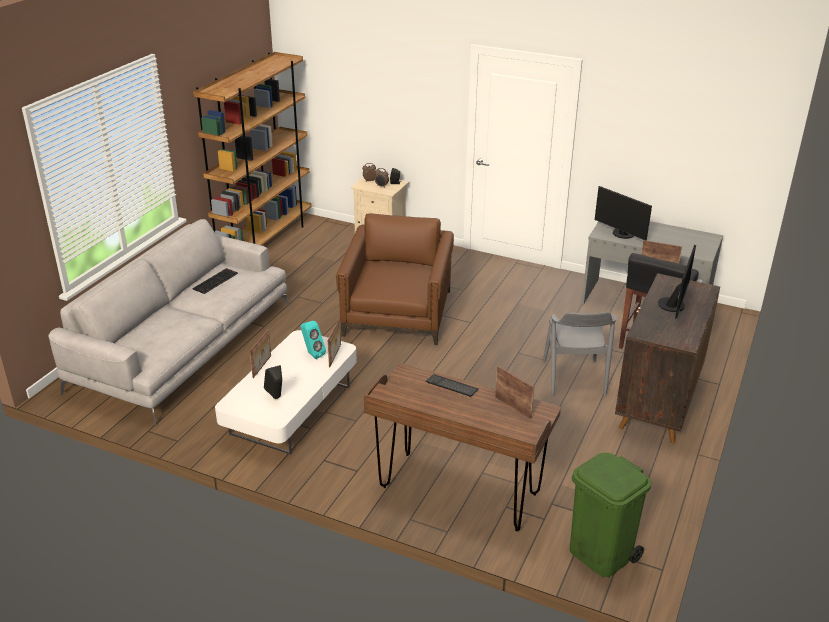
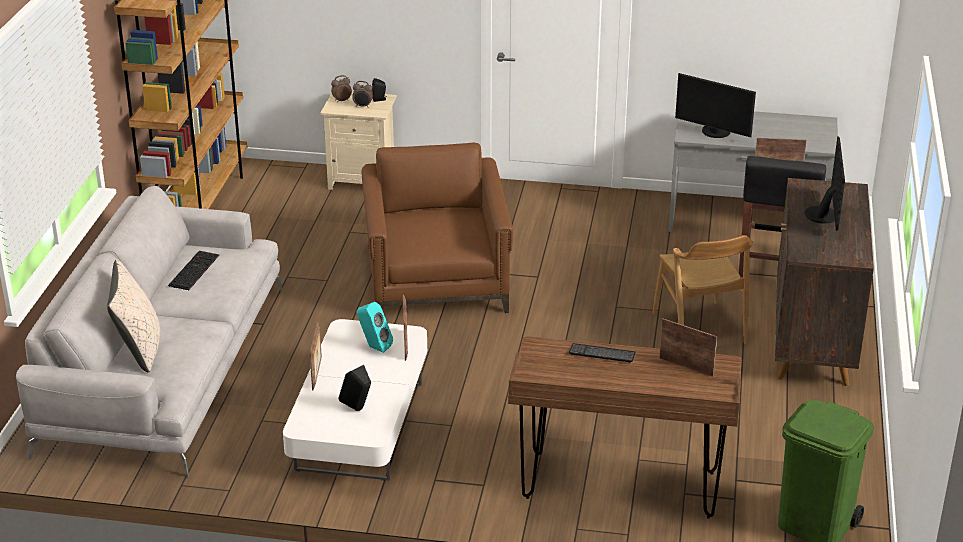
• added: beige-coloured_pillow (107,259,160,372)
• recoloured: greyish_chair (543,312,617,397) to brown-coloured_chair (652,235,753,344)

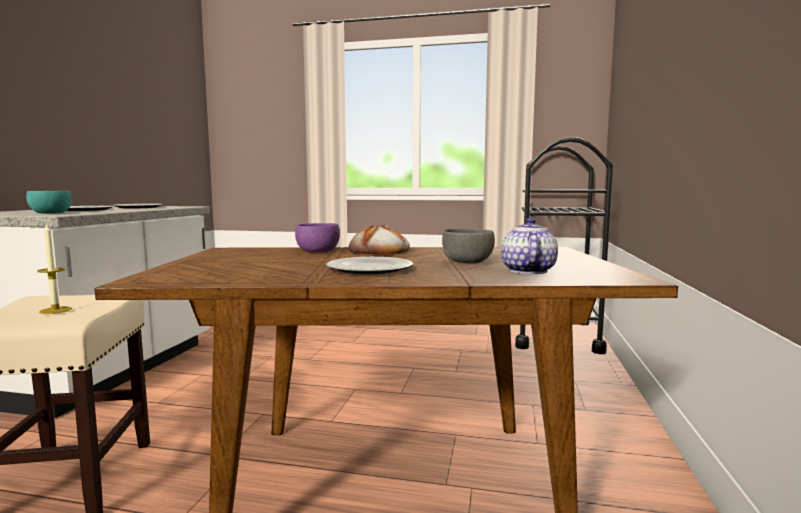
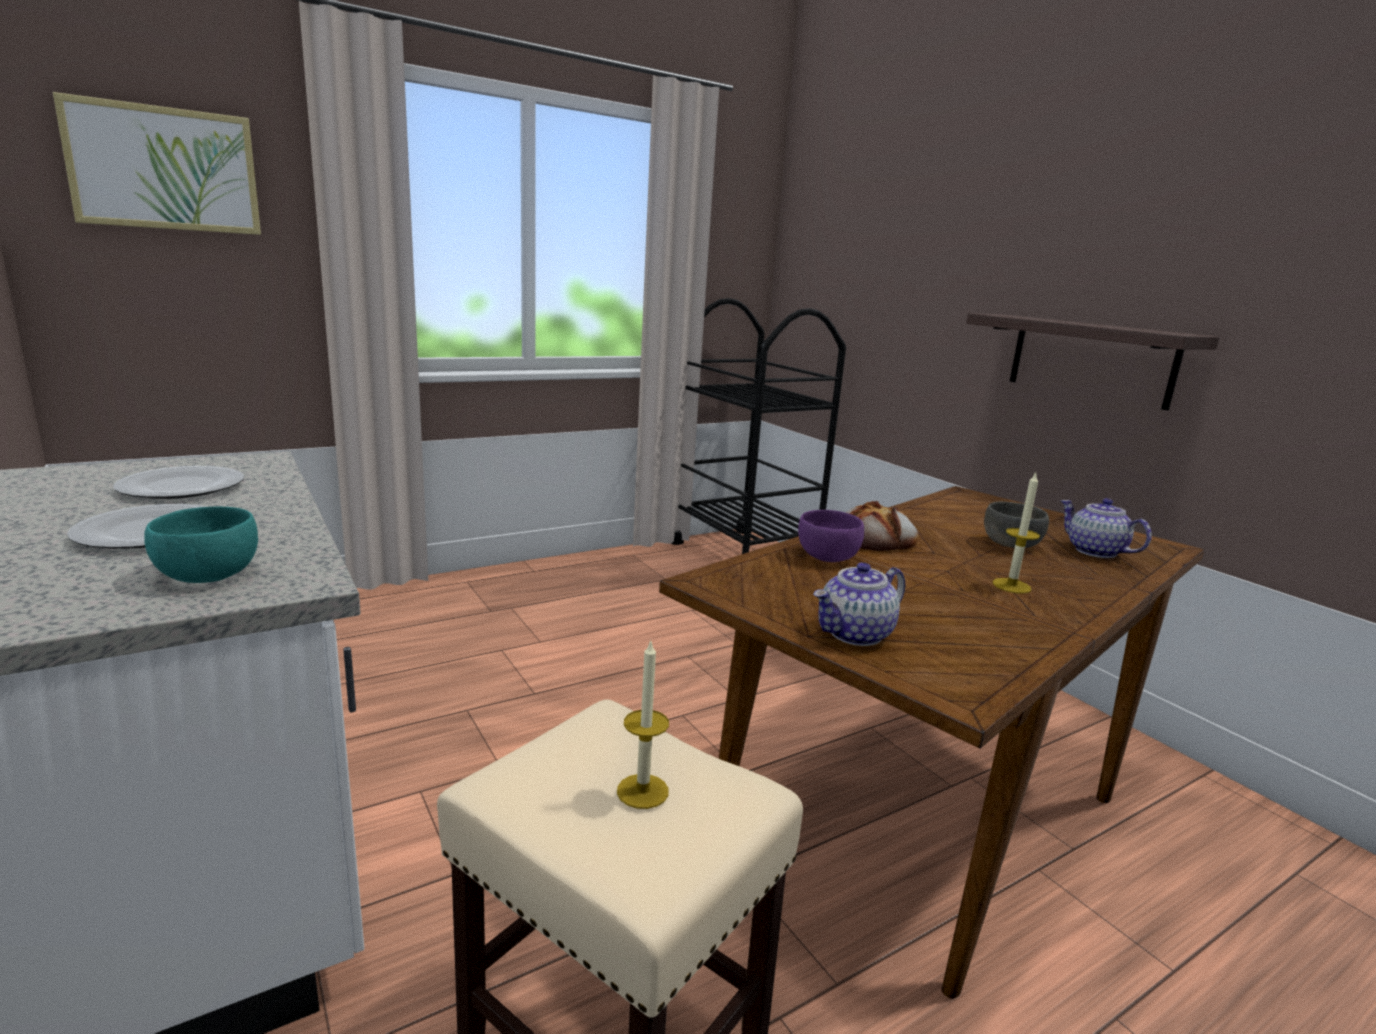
• added: wall_art (53,92,261,235)
• added: teapot (813,562,905,646)
• added: bracket_shelf (966,313,1219,410)
• replaced: plate (326,257,413,274) to candle (993,472,1040,594)

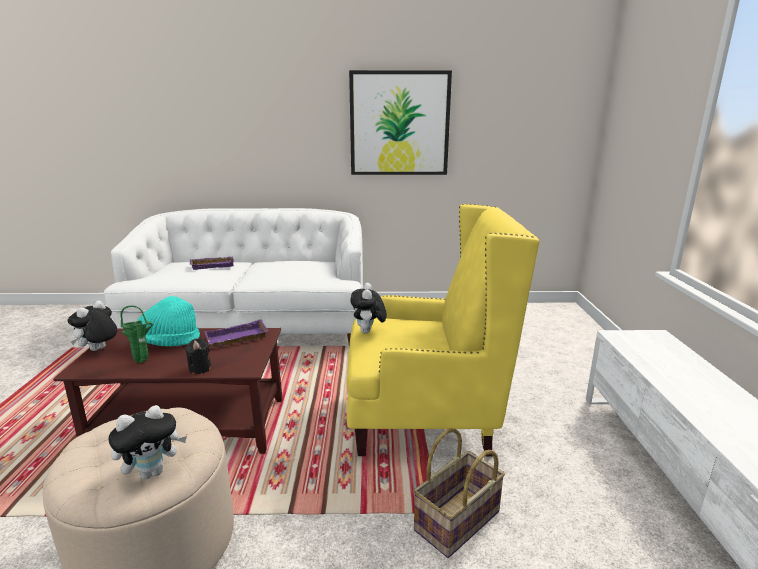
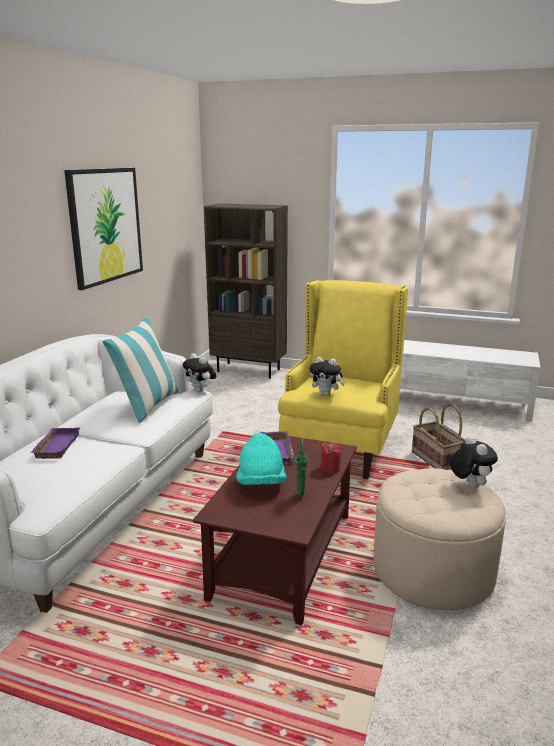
• added: pillow (103,317,179,423)
• added: brown-coloured_bookshelf (204,204,288,379)
• moved: plush_toy (68,300,117,351) to (183,353,217,392)
• recoloured: black-coloured_candle (185,338,211,374) to reddish_candle (321,442,341,473)

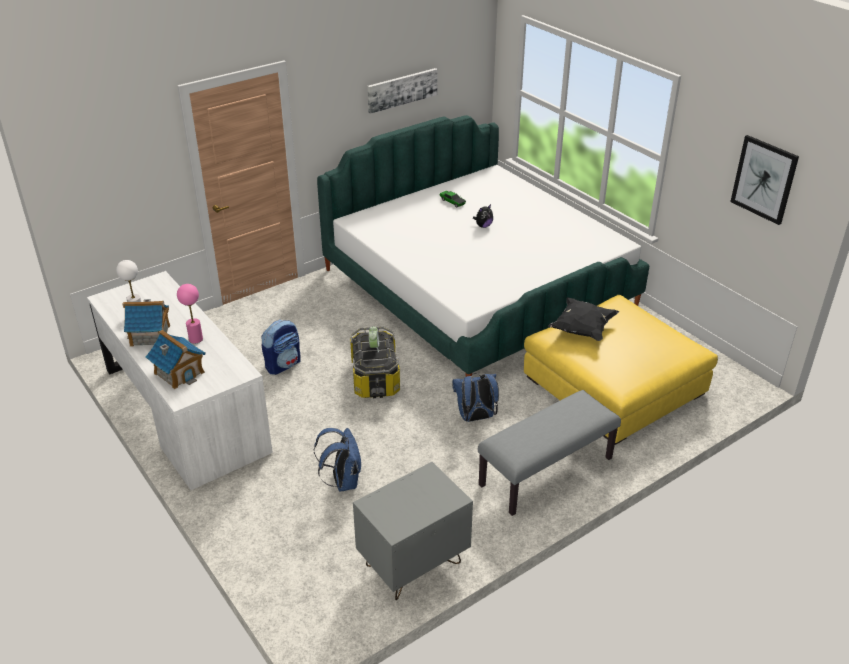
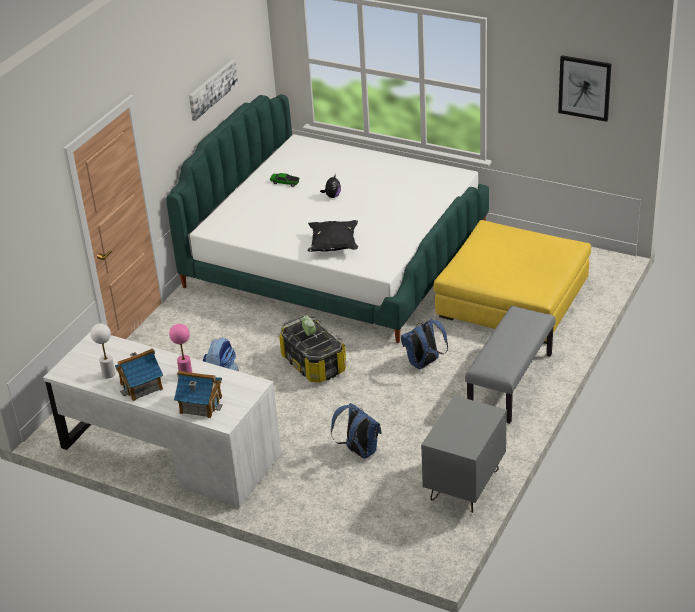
• moved: black-coloured_pillow (548,297,619,341) to (308,220,358,252)

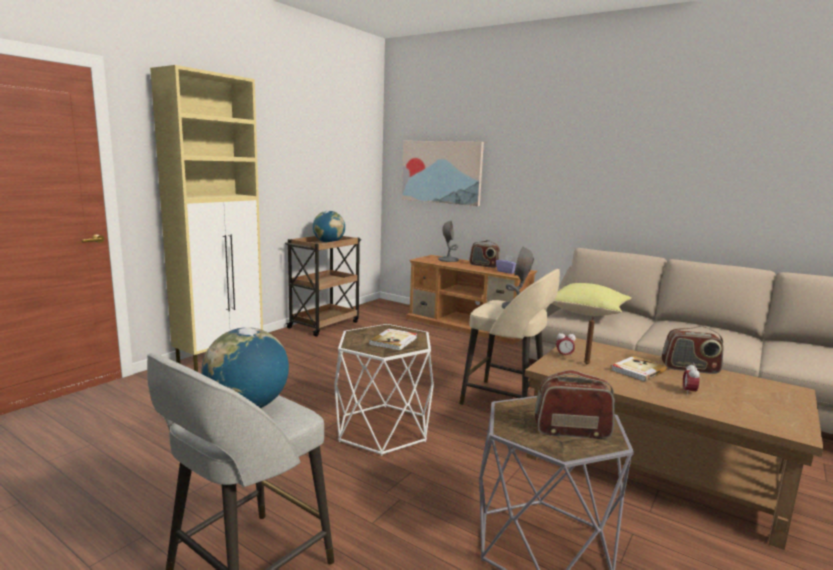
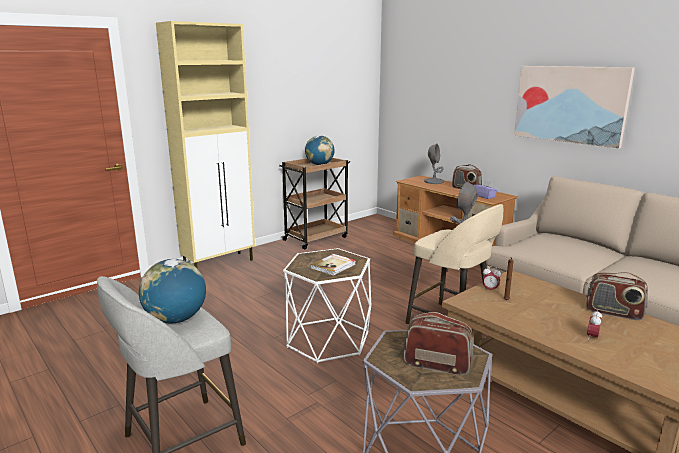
• removed: yellowish_pillow (551,283,632,316)
• removed: volume (611,356,667,382)
• moved: wall_art (402,141,484,206) to (514,66,635,149)

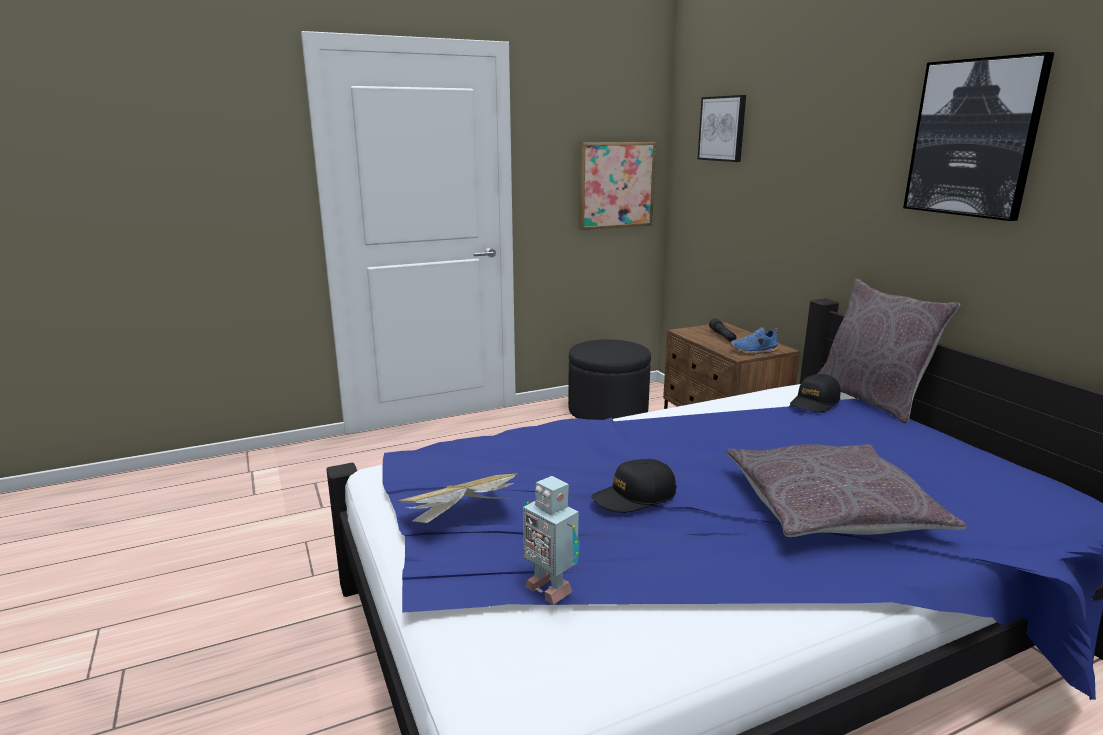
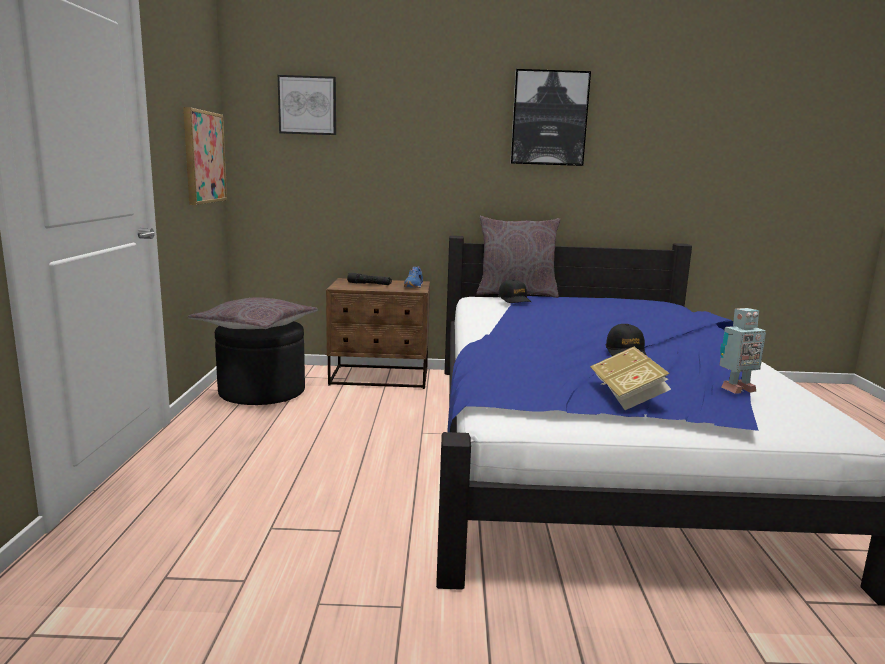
• moved: greyish_pillow (726,444,966,537) to (188,297,318,329)

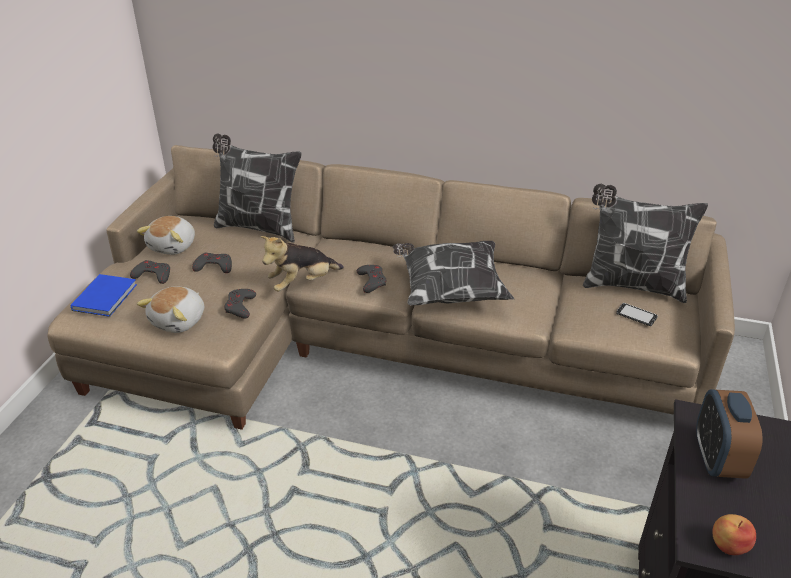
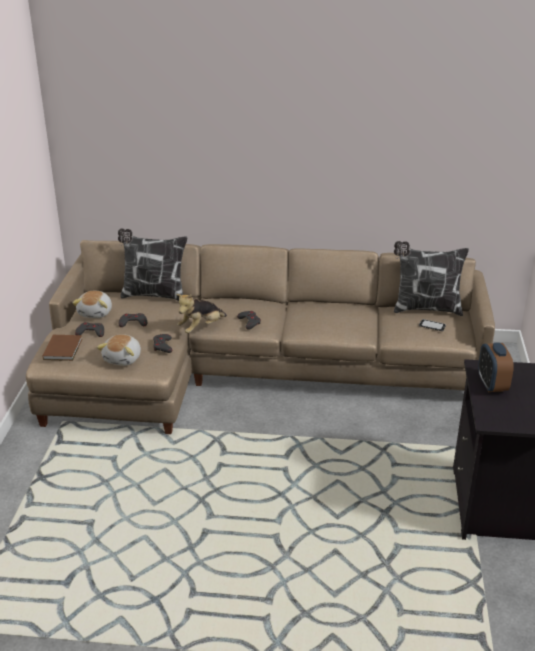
• removed: pillow (393,241,514,305)
• removed: whole_apple (712,514,756,555)
• recoloured: blue-coloured_volume (70,274,137,317) to brown-coloured_volume (42,335,82,361)

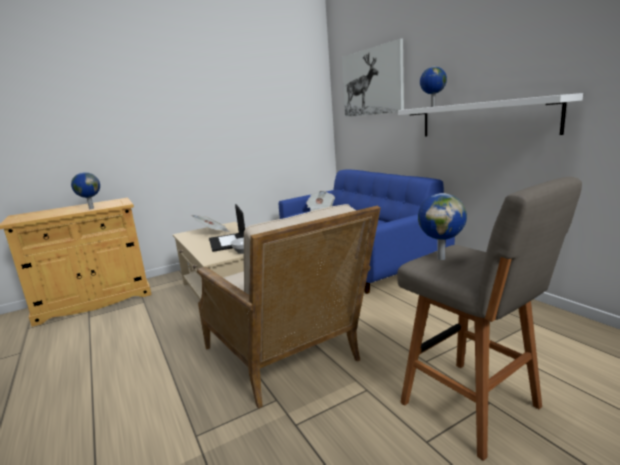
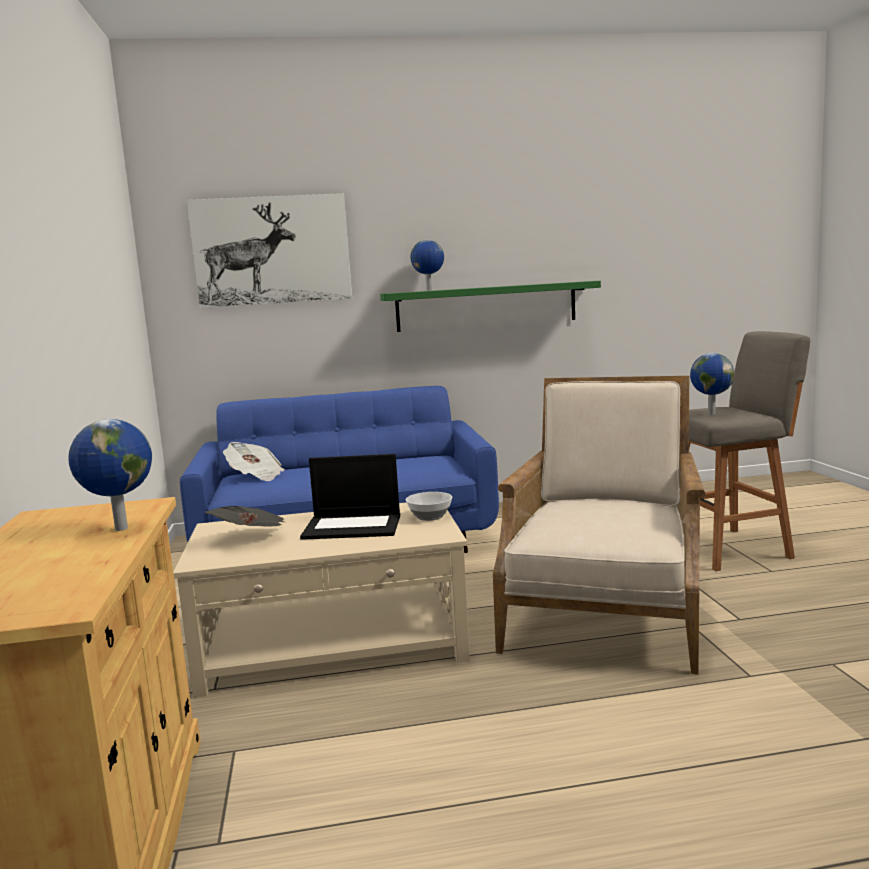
• recoloured: white_bracket_shelf (398,93,583,136) to green_bracket_shelf (380,281,601,332)
• turned: beige-coloured_armchair (197,204,381,409) = (493,376,705,675) 60 degrees counterclockwise

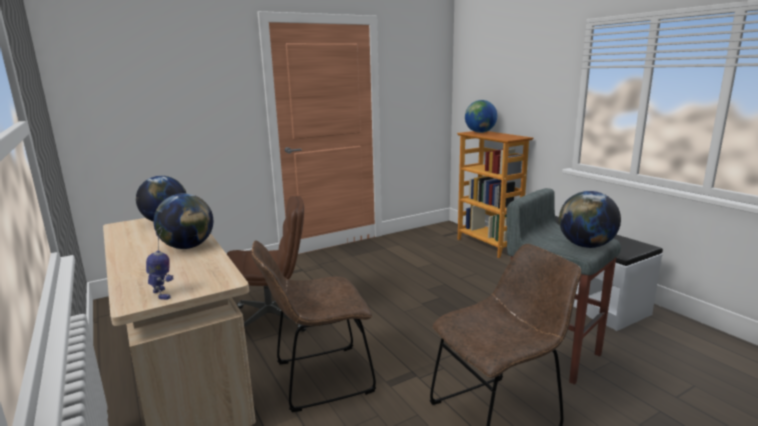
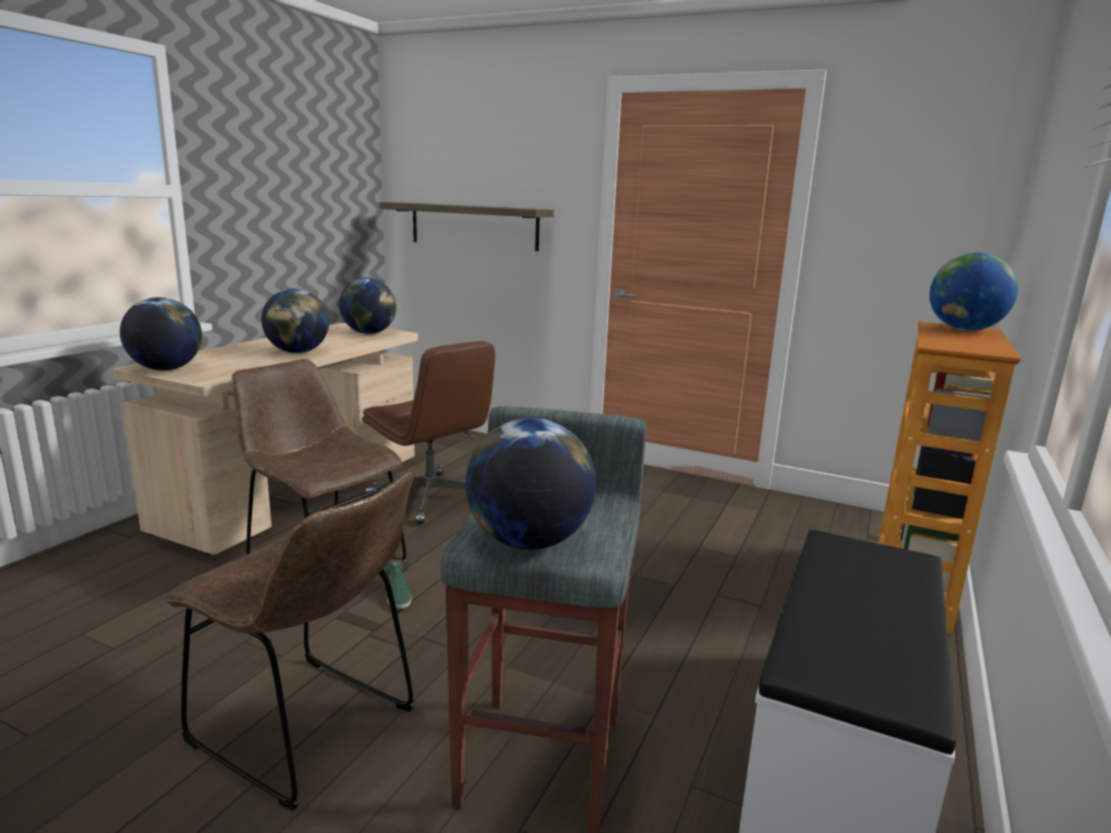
• added: bracket_shelf (379,202,554,251)
• added: green_low_shoe (382,559,412,609)
• replaced: robot_figure (146,227,174,300) to desk_globe (120,297,202,371)

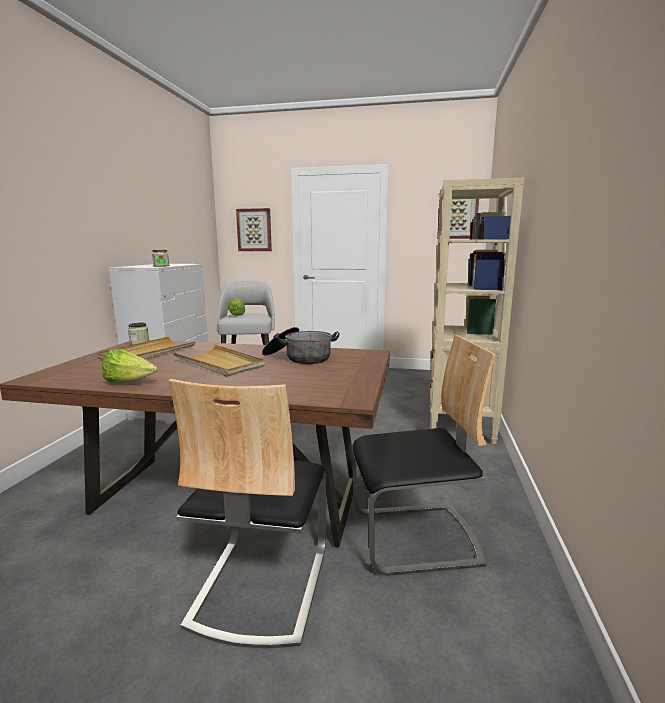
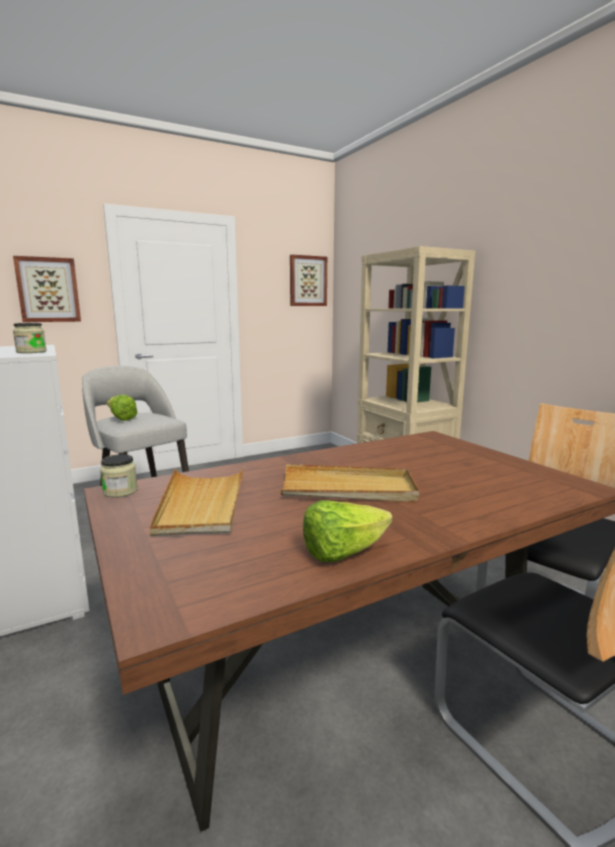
• removed: saucepot (262,327,339,364)

